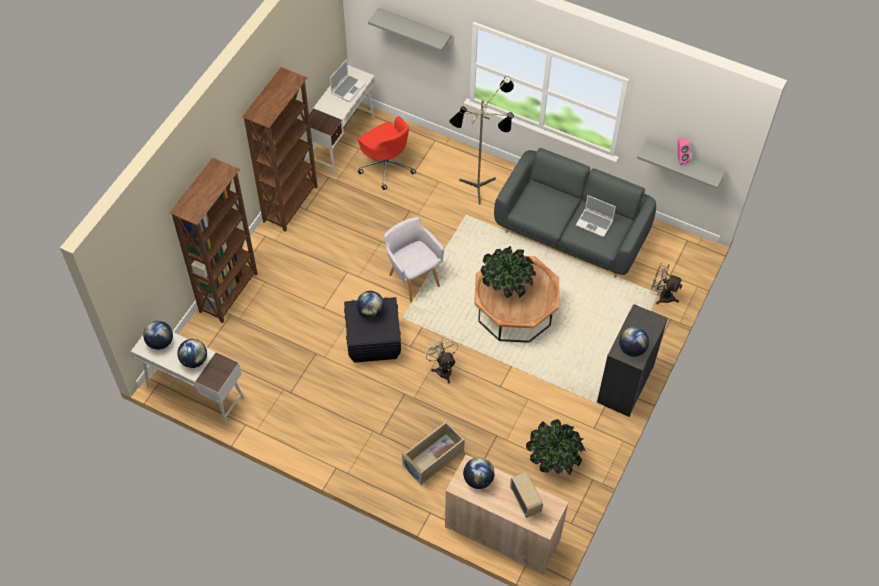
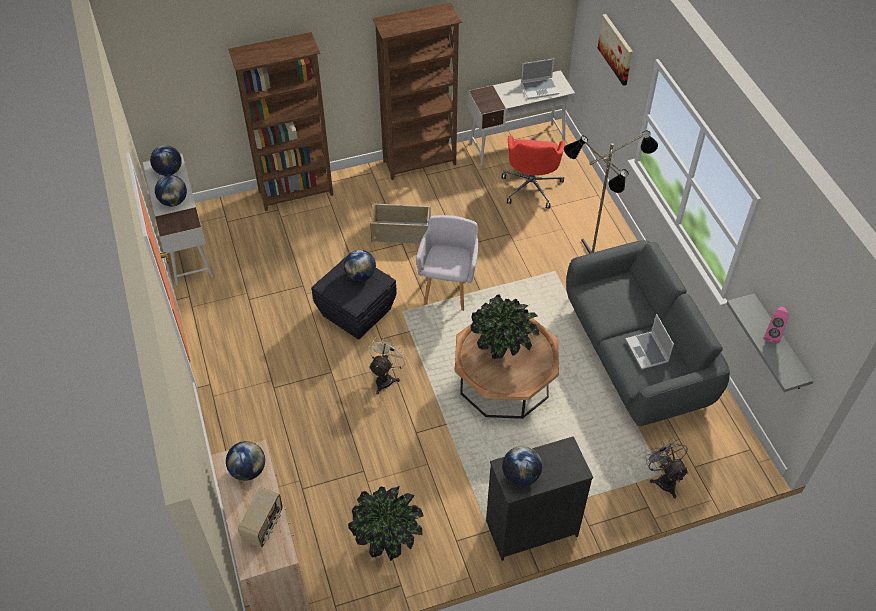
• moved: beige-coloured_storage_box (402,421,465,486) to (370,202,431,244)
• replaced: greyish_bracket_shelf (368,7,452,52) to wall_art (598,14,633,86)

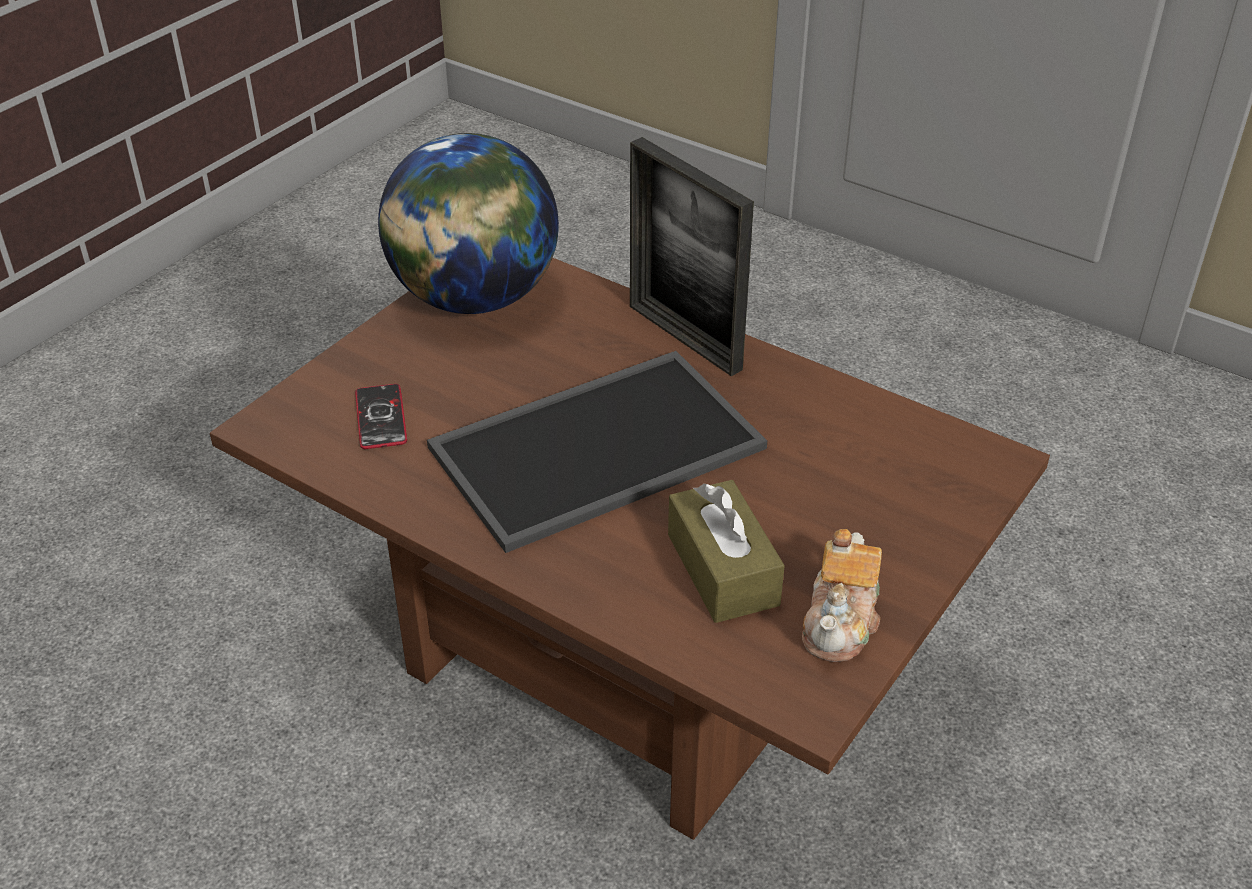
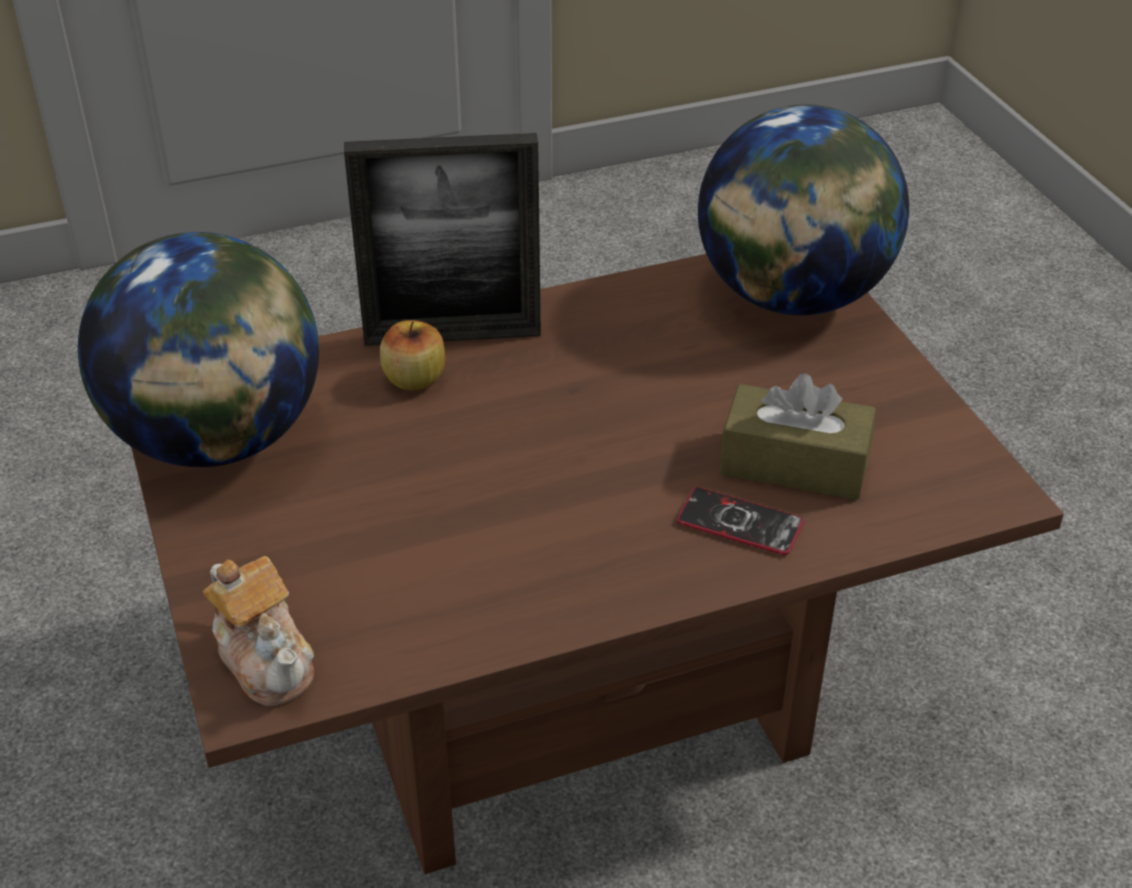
• removed: tray (427,351,767,553)
• added: whole_apple (380,320,445,391)
• added: desk_globe (698,105,909,315)
• moved: handset (355,384,407,449) to (677,487,804,555)
• moved: teapot (802,529,882,662) to (203,556,314,706)

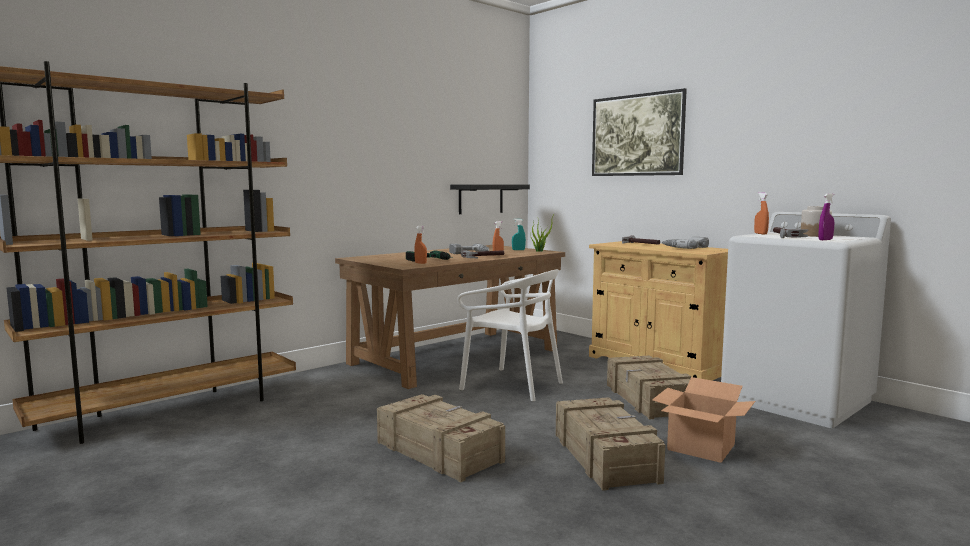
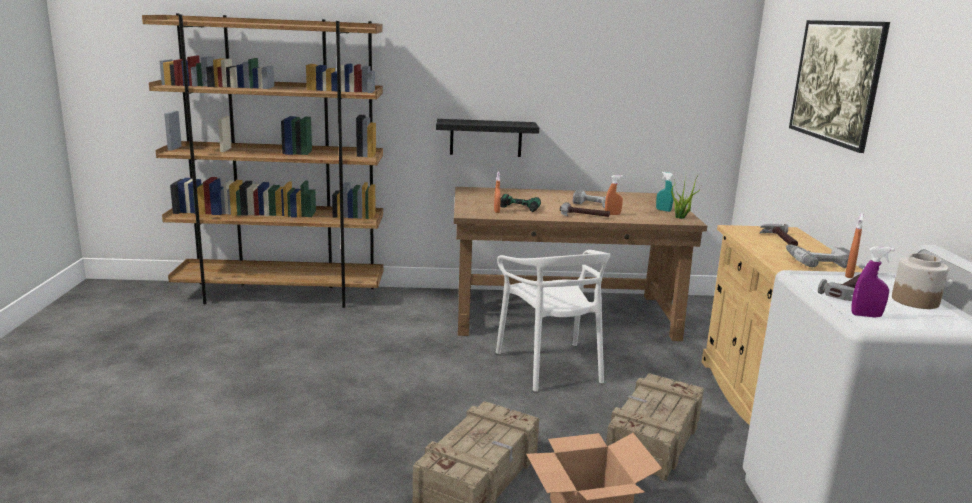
• removed: packing_crate (377,394,505,482)
• moved: black-coloured_bracket_shelf (450,185,530,214) to (436,119,539,157)

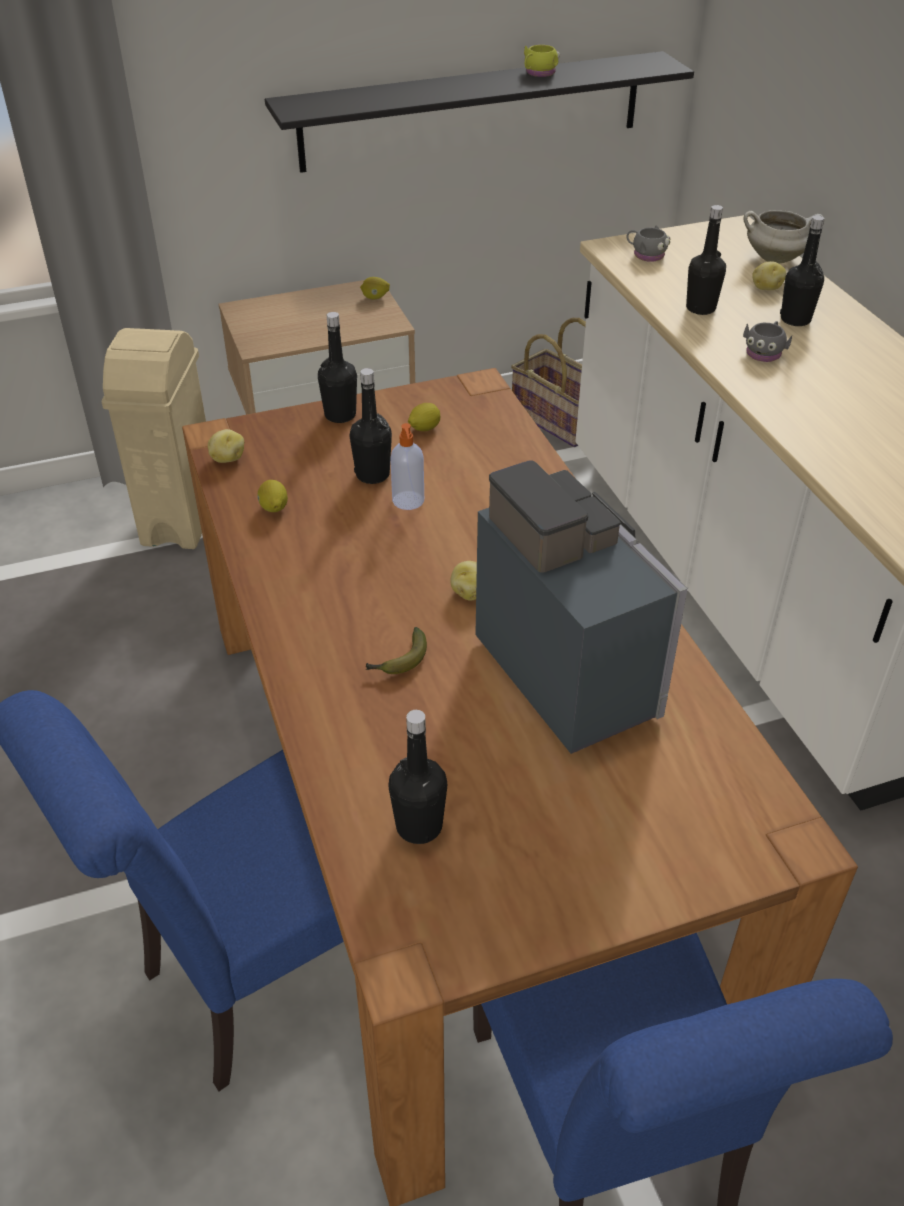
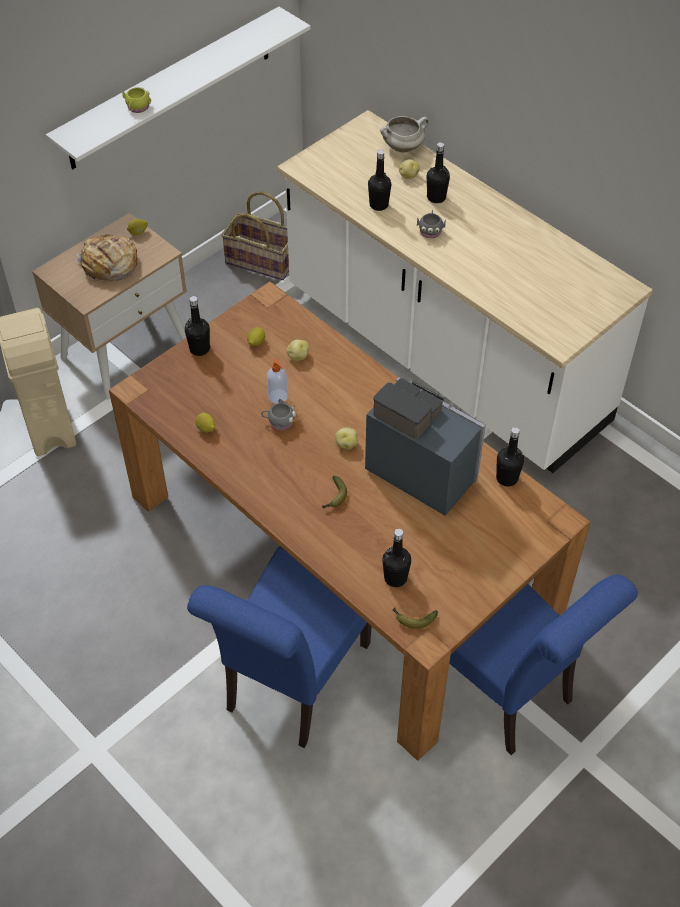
• added: bakery_bread (76,234,137,281)
• added: banana (393,607,438,628)
• moved: spud (208,429,244,463) to (287,340,309,361)
• moved: black-coloured_beverage_bottle (350,368,392,484) to (496,427,524,487)
• moved: yellowish_mug (524,45,560,77) to (122,87,151,113)
• moved: greyish_mug (627,226,670,262) to (261,399,296,430)
• recoloured: black-coloured_bracket_shelf (265,51,694,173) to white_bracket_shelf (46,7,311,169)

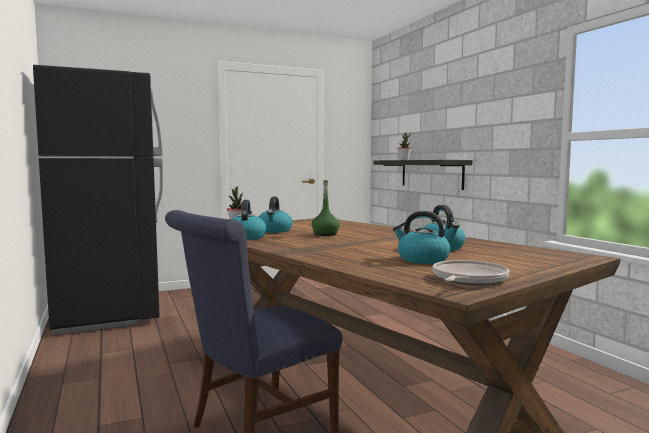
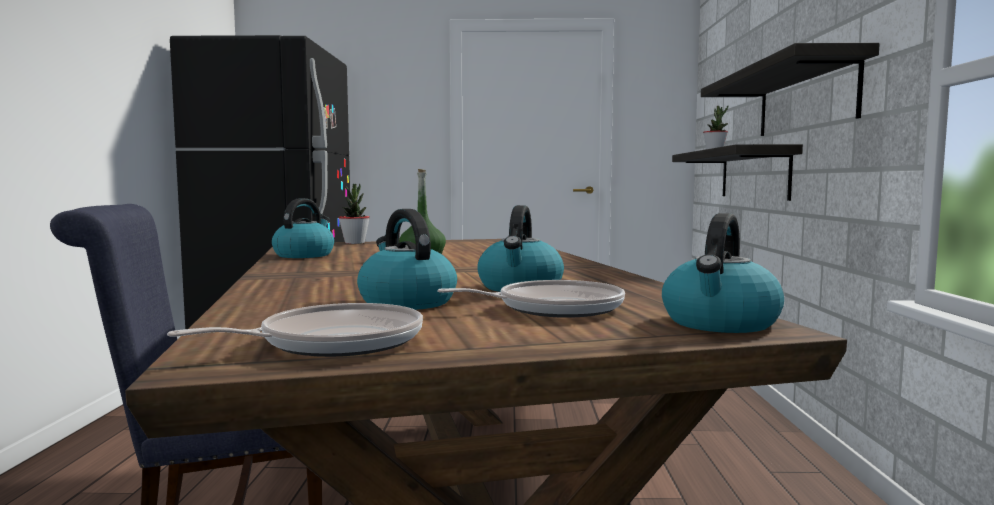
• added: skillet (437,280,625,318)
• added: bracket_shelf (701,43,880,136)
• moved: water_kettle (259,197,293,233) to (662,213,784,333)

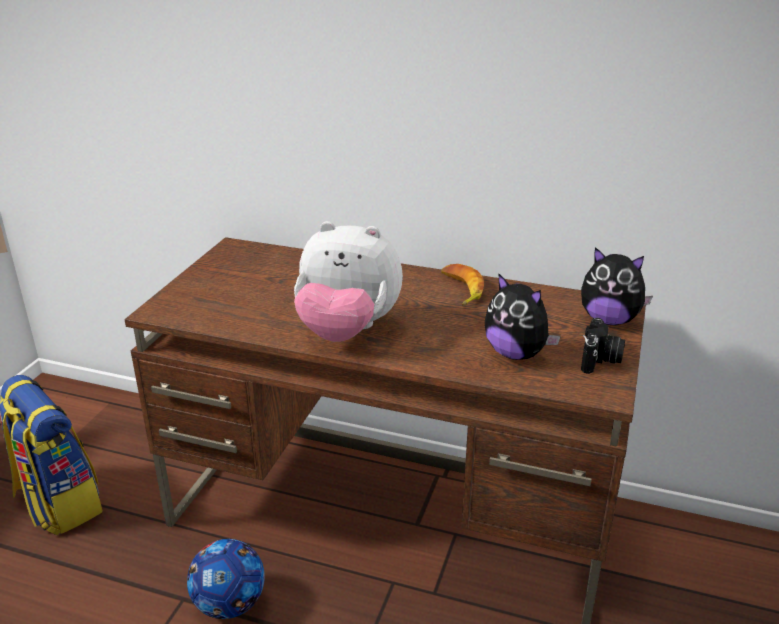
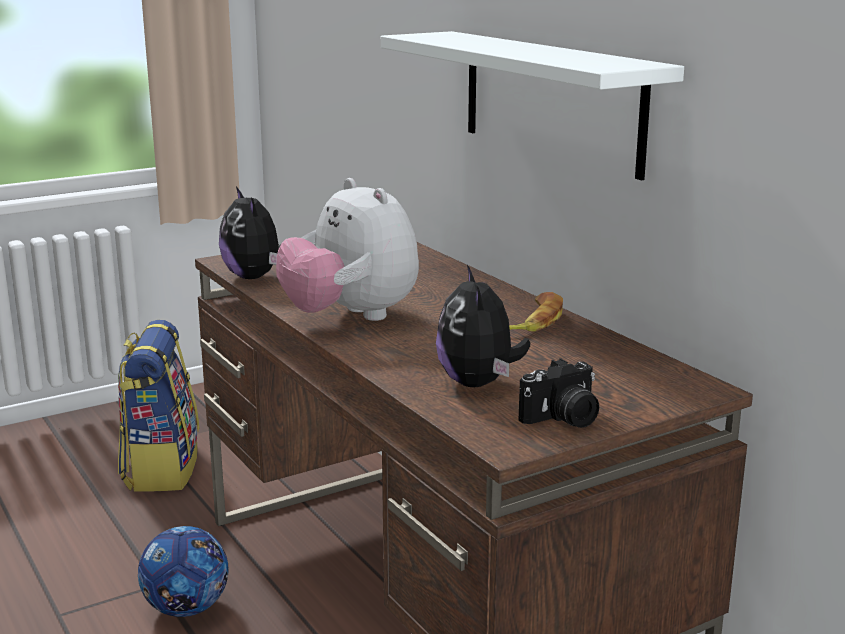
• added: white_bracket_shelf (381,31,684,180)
• moved: plush_toy (581,247,653,325) to (219,187,282,279)

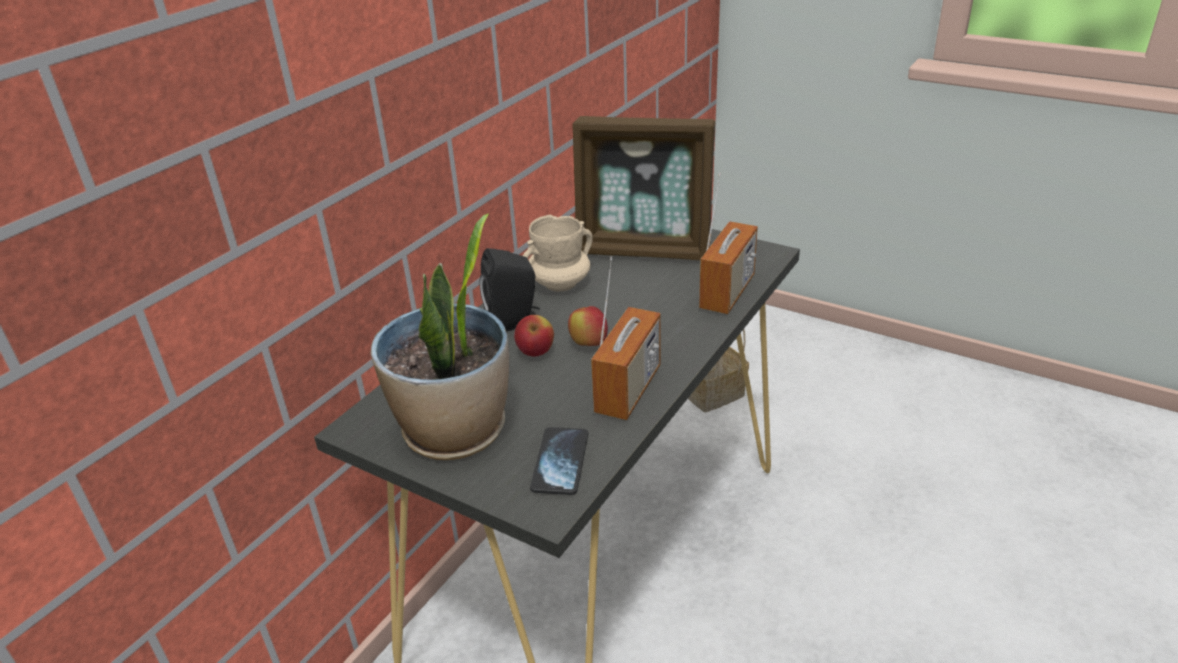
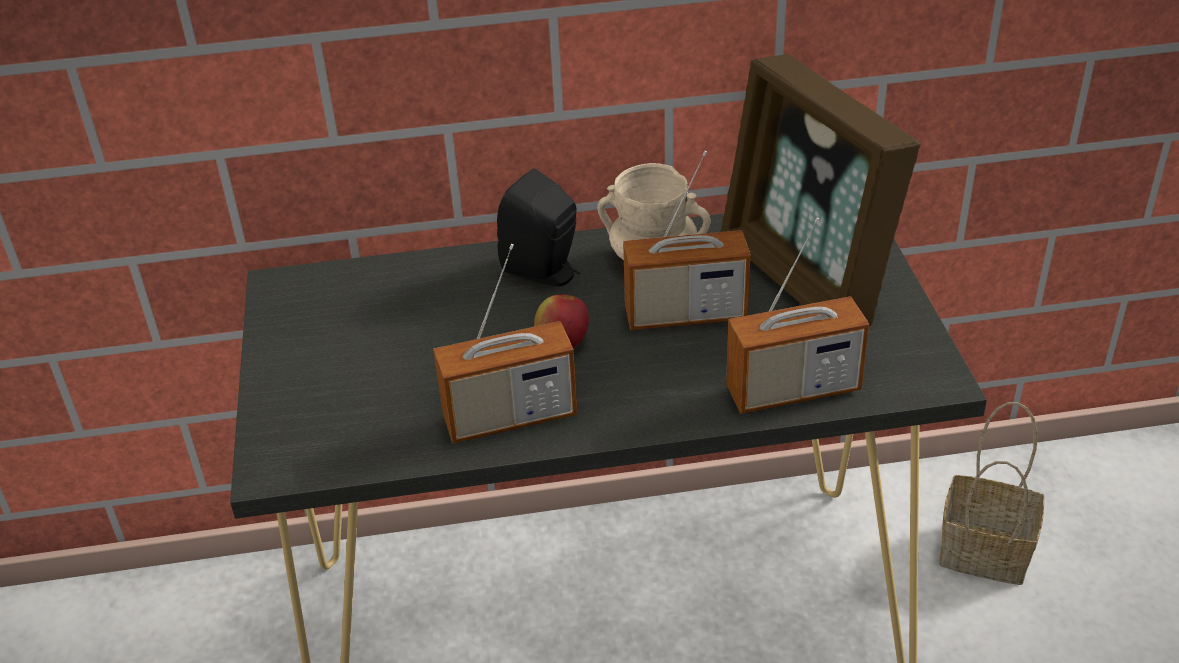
• removed: houseplant (371,213,509,460)
• removed: whole_apple (514,315,554,357)
• removed: handset (530,427,588,495)
• added: radio_receiver (623,151,751,330)

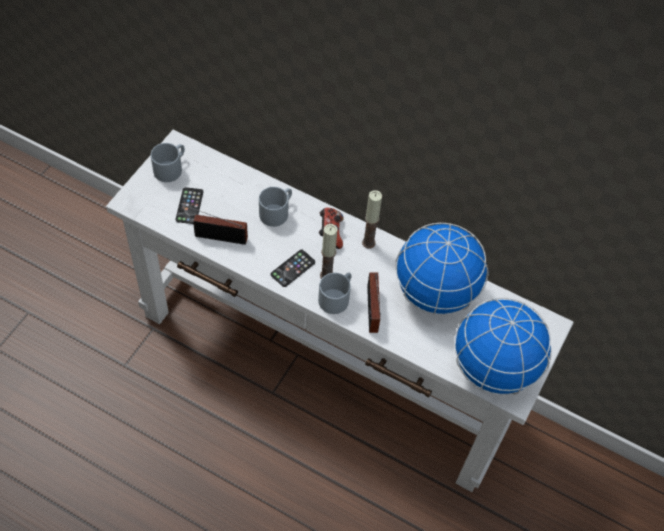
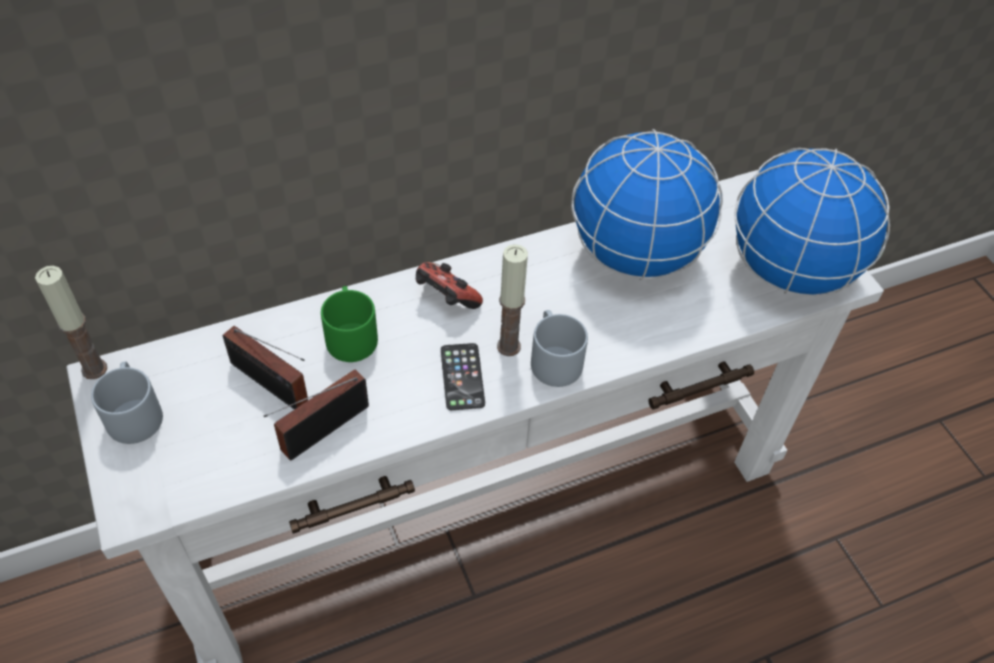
• removed: handset (176,187,203,224)
• moved: candle (362,190,382,249) to (35,266,107,379)
• moved: radio_receiver (367,272,381,333) to (222,326,308,410)
• recoloured: greyish_mug (259,187,292,227) to green_mug (321,286,378,362)

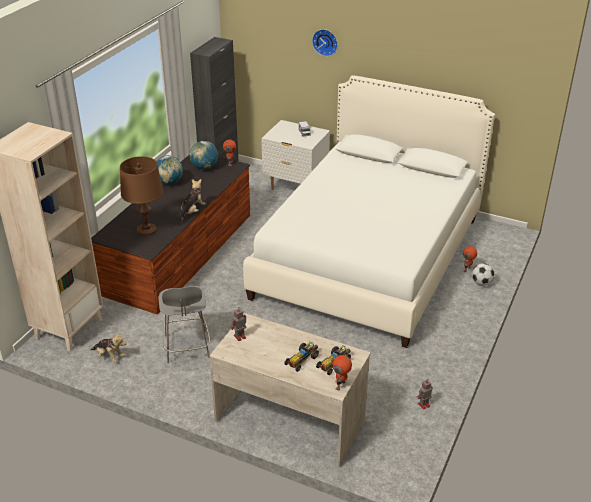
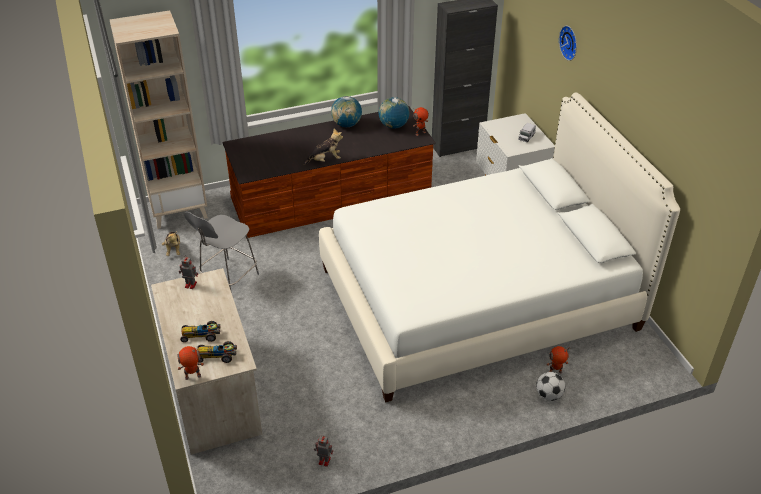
• removed: brown-coloured_table_lamp (120,156,163,236)

